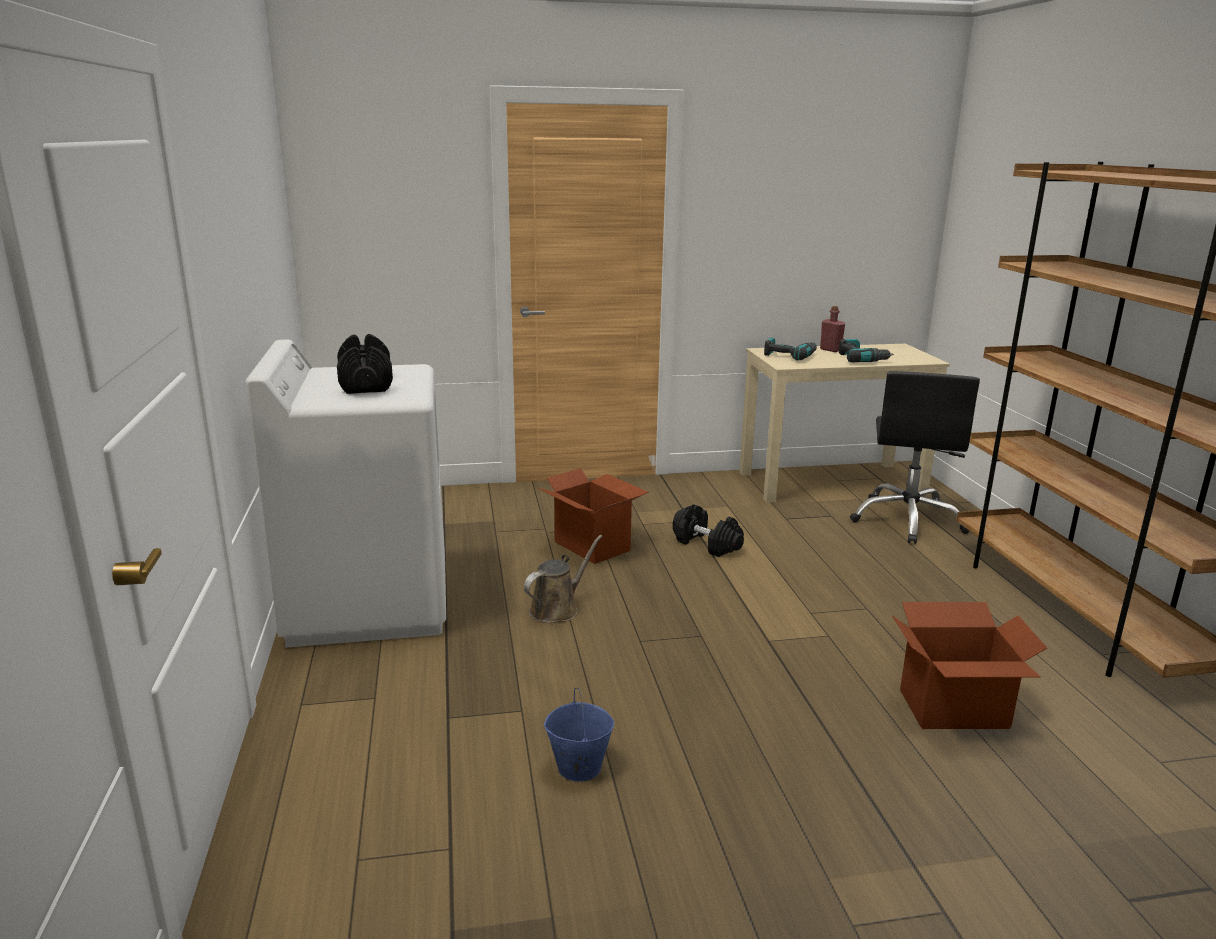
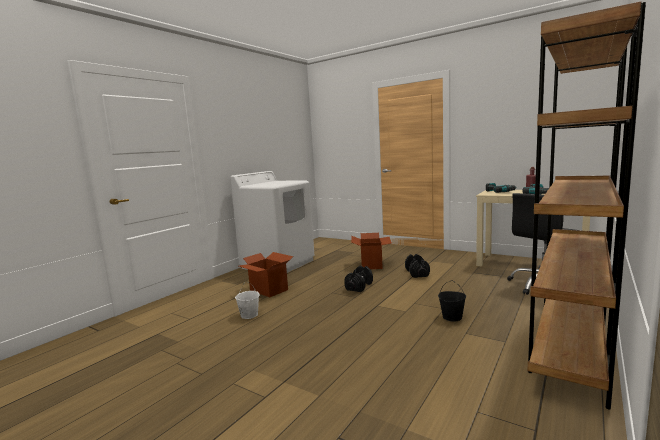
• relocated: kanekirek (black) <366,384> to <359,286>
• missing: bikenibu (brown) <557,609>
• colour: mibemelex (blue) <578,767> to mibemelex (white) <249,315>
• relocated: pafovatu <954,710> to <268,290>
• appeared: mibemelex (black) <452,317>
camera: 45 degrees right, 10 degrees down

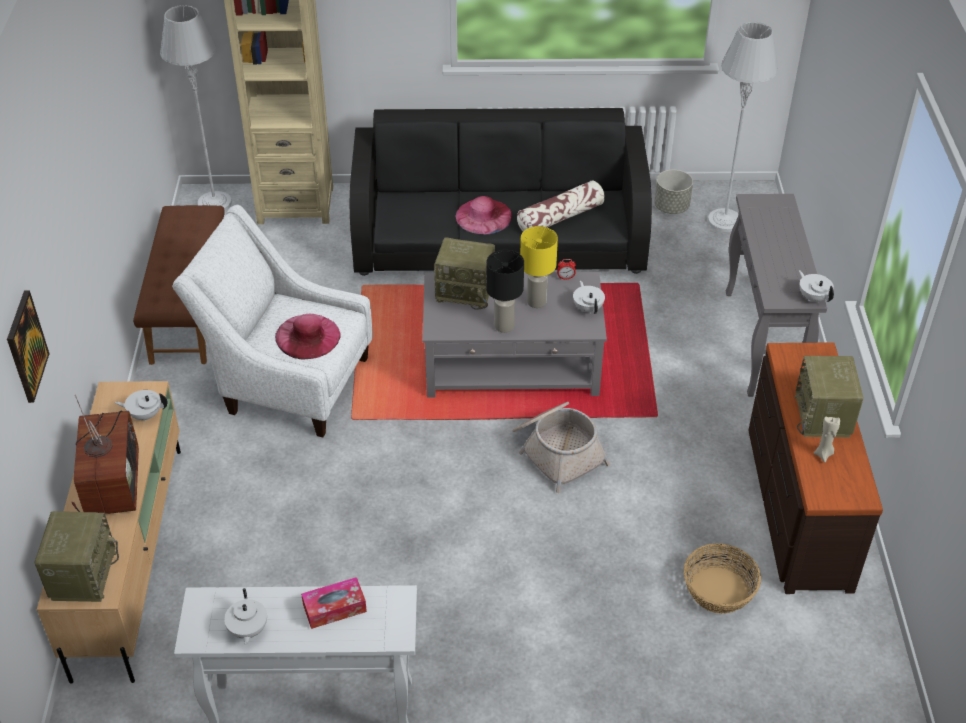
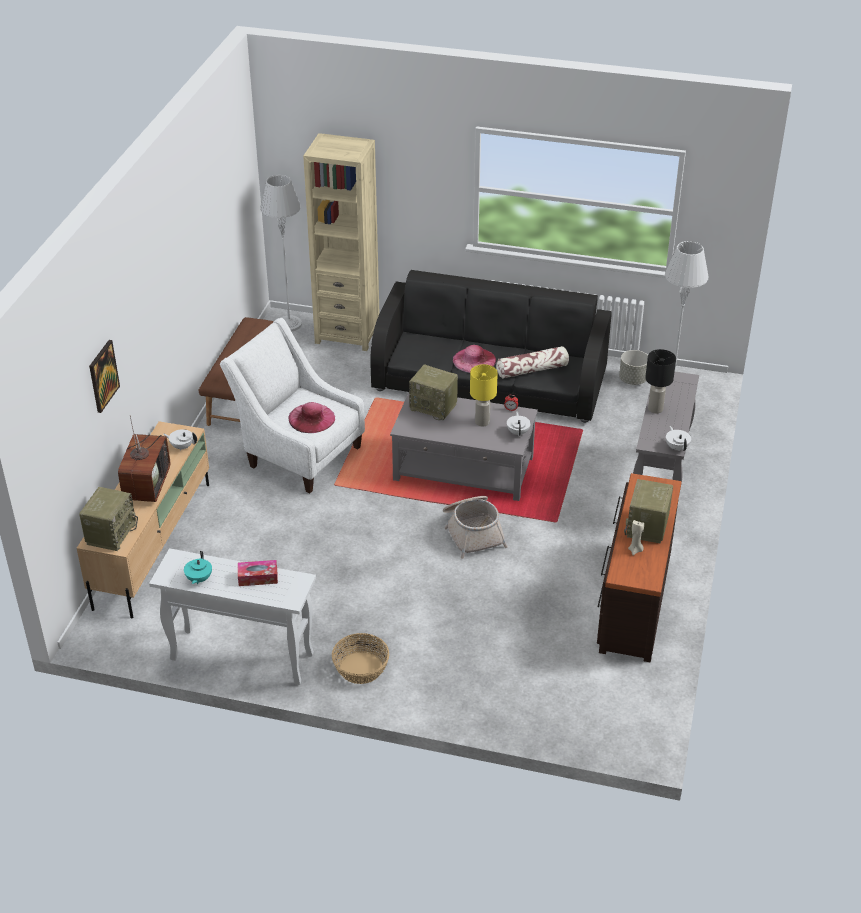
• colour: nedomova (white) <247,630> to nedomova (turquoise) <198,579>
• relocated: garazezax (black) <504,326> to <655,409>
• relocated: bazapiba <718,590> to <360,668>
camera: 15 degrees right, 5 degrees down

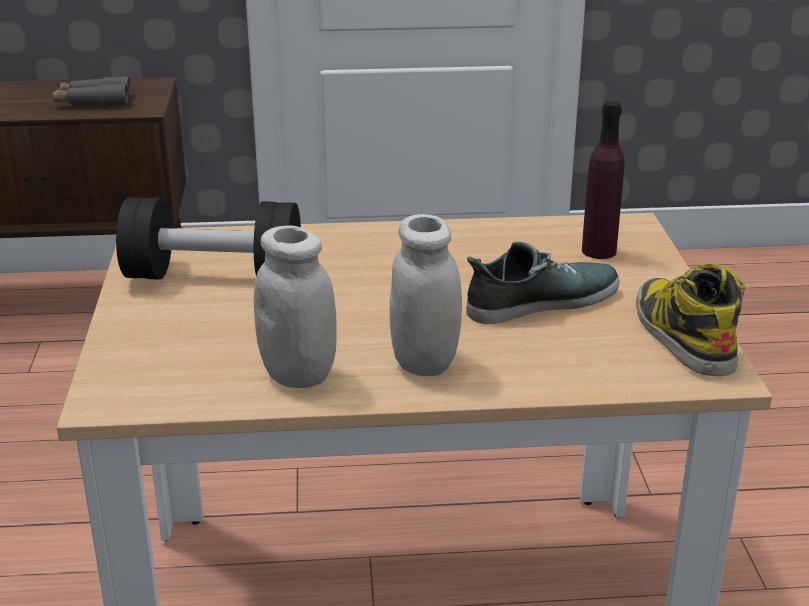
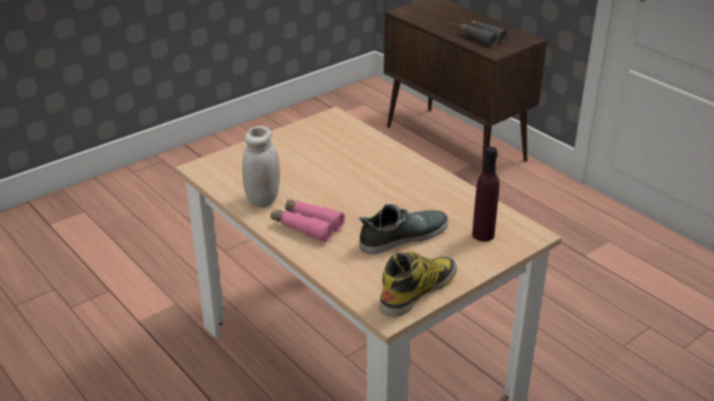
• missing: kanekirek (black) <214,276>
• exchanged: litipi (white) <424,362> to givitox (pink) <307,226>
• spun: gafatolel <541,301> = <402,236> 60 degrees counterclockwise
camera: 55 degrees right, 5 degrees up

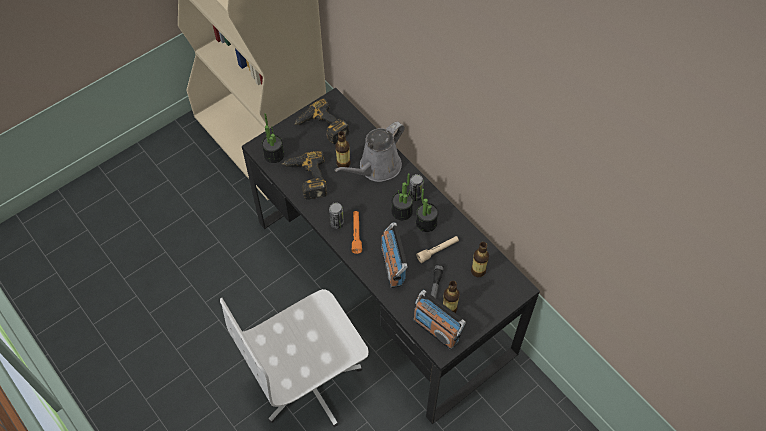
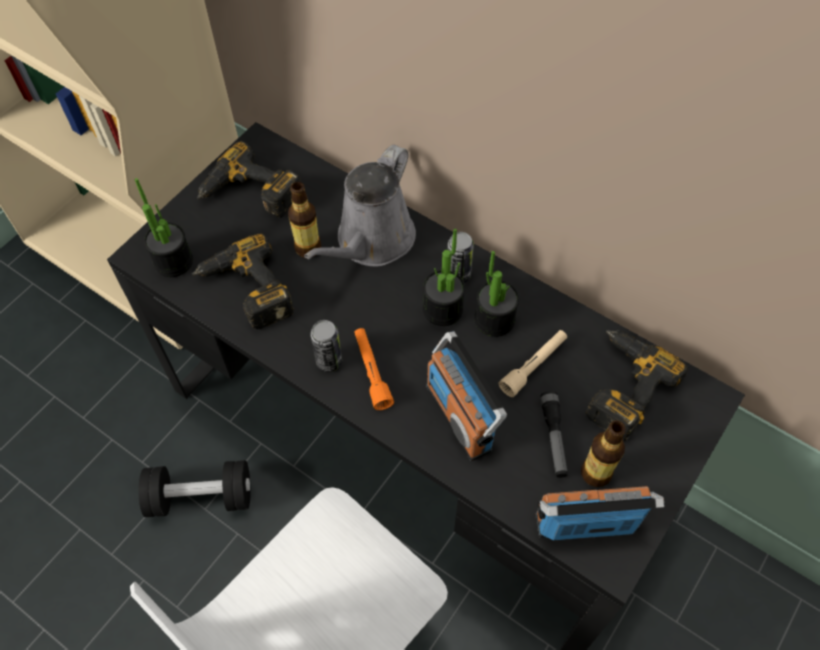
• spun: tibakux <436,330> = <587,523> 150 degrees clockwise
• exchanged: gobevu <478,271> to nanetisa <621,385>
• appeared: kanekirek (black) <201,497>
camera: 15 degrees left, 0 degrees up

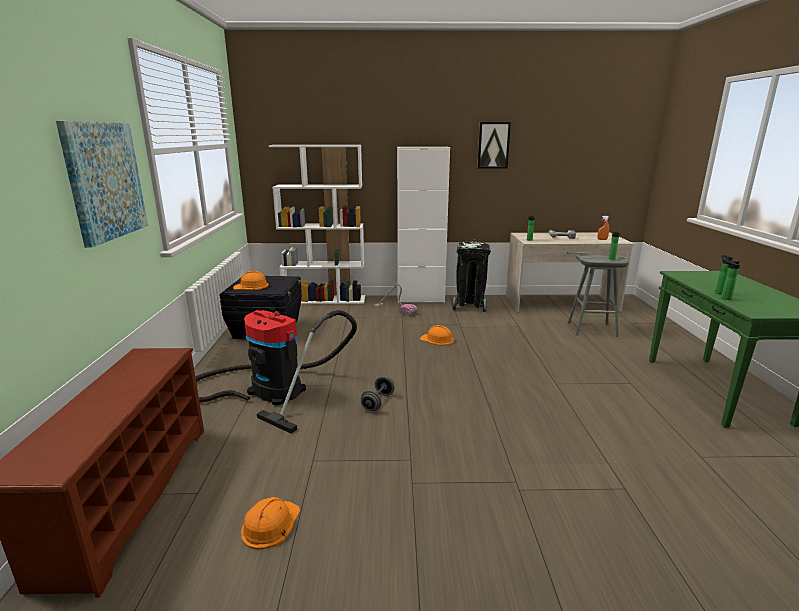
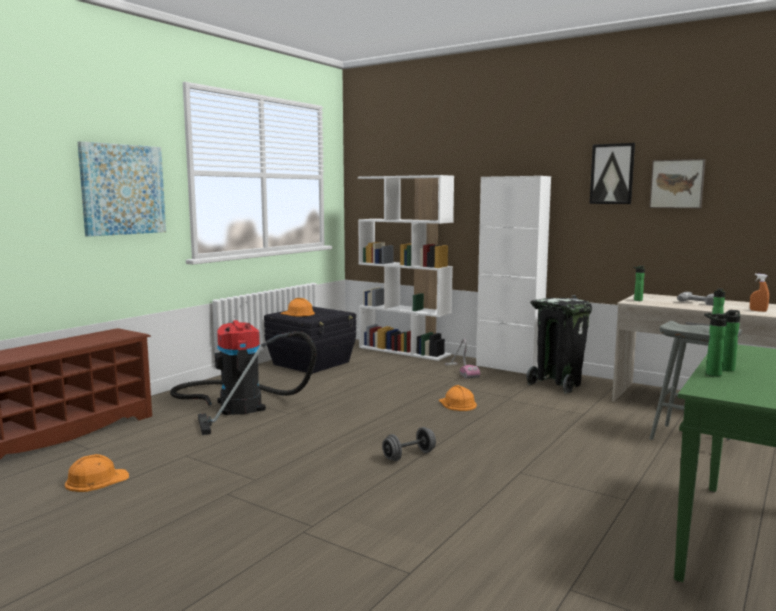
• relocated: kanekirek (grey) <378,402> to <409,456>
• appeared: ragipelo <677,184>
camera: 35 degrees right, 10 degrees down

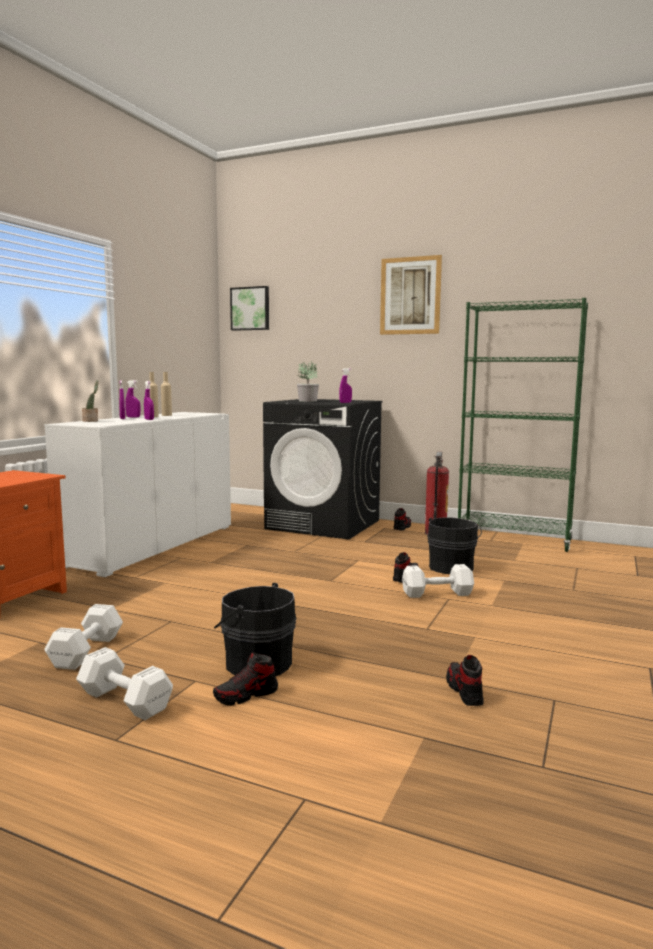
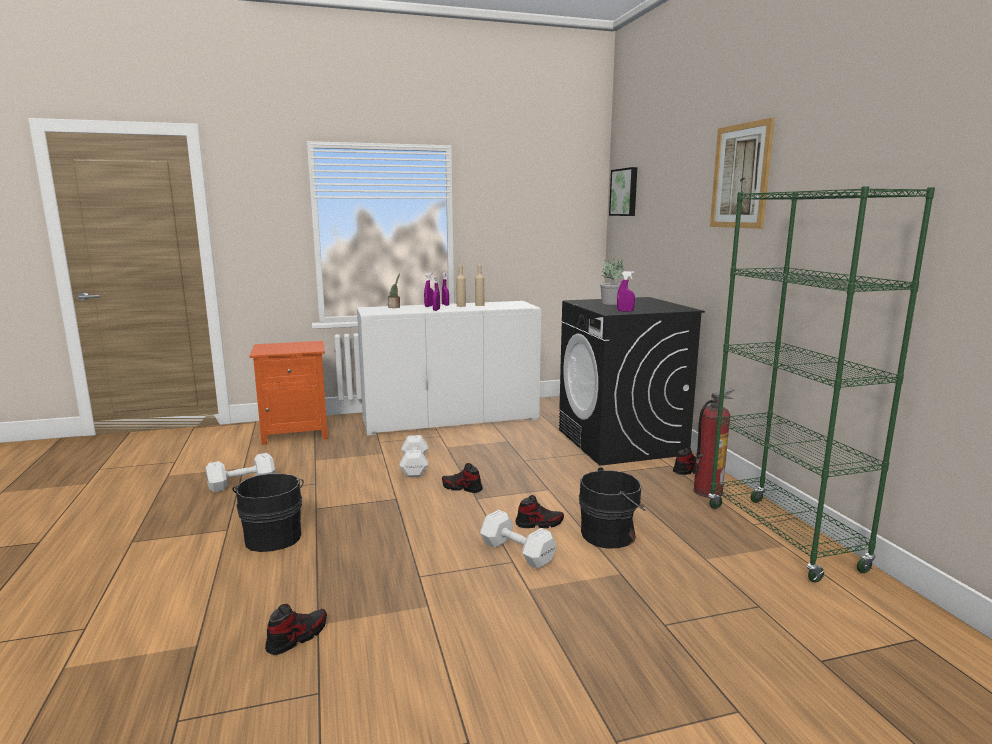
• relocated: kanekirek (white) <125,702> to <414,467>
• relocated: gafatolel <246,695> to <462,488>
camera: 50 degrees right, 5 degrees up

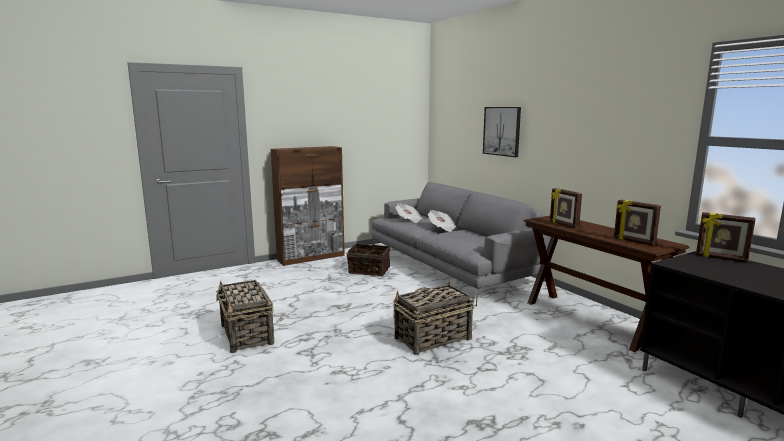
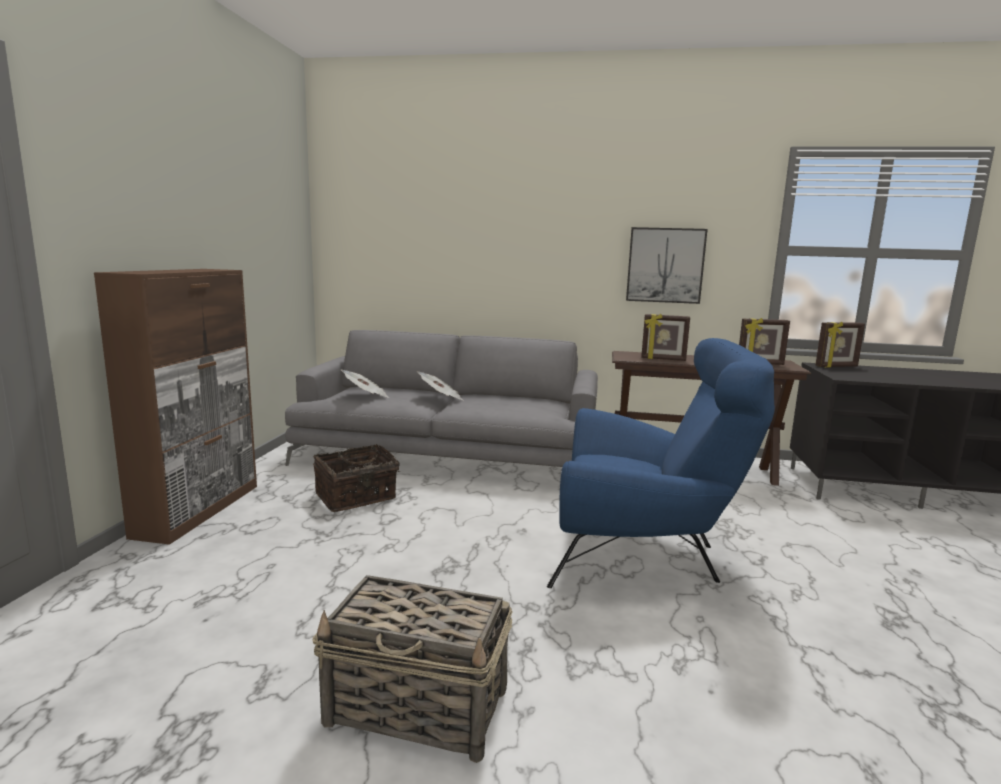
• exchanged: bazapiba <432,338> to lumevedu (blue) <646,554>
• relocated: ragipelo <502,131> to <665,265>
camera: 50 degrees left, 0 degrees up

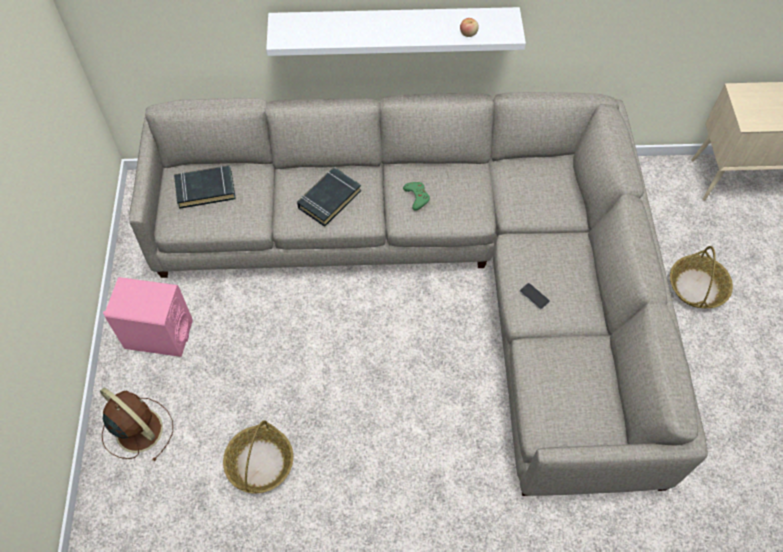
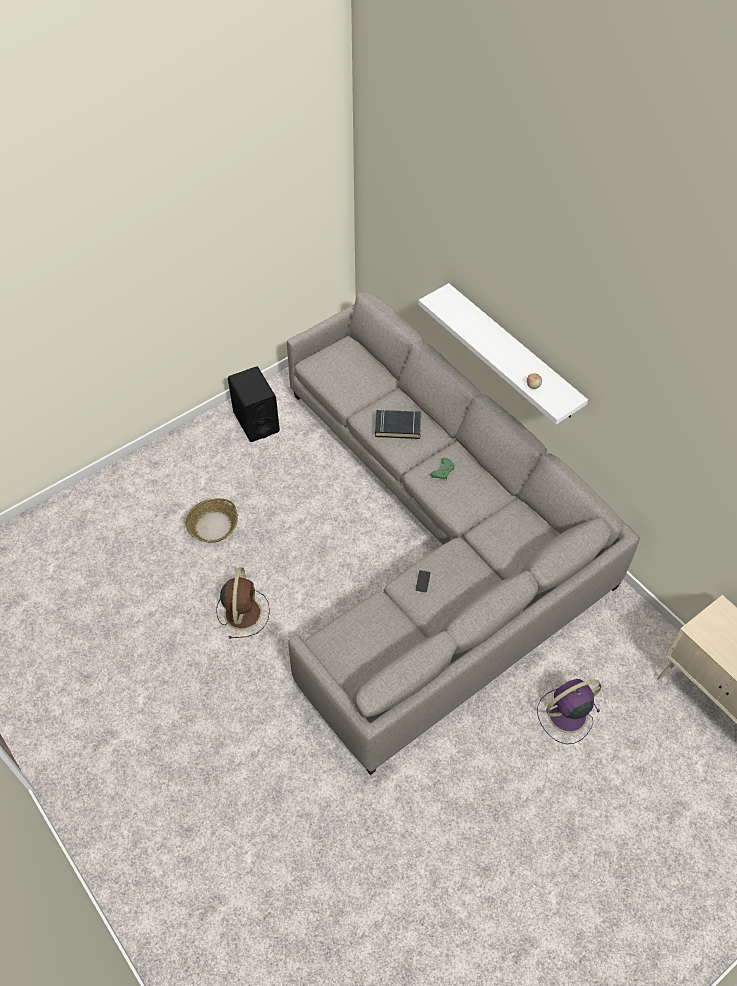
• relocated: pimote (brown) <137,429> to <243,611>
• colour: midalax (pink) <158,334> to midalax (black) <256,422>
• missing: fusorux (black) <205,189>
• exchanged: bazapiba <697,287> to pimote (purple) <565,715>
camera: 55 degrees right, 5 degrees down

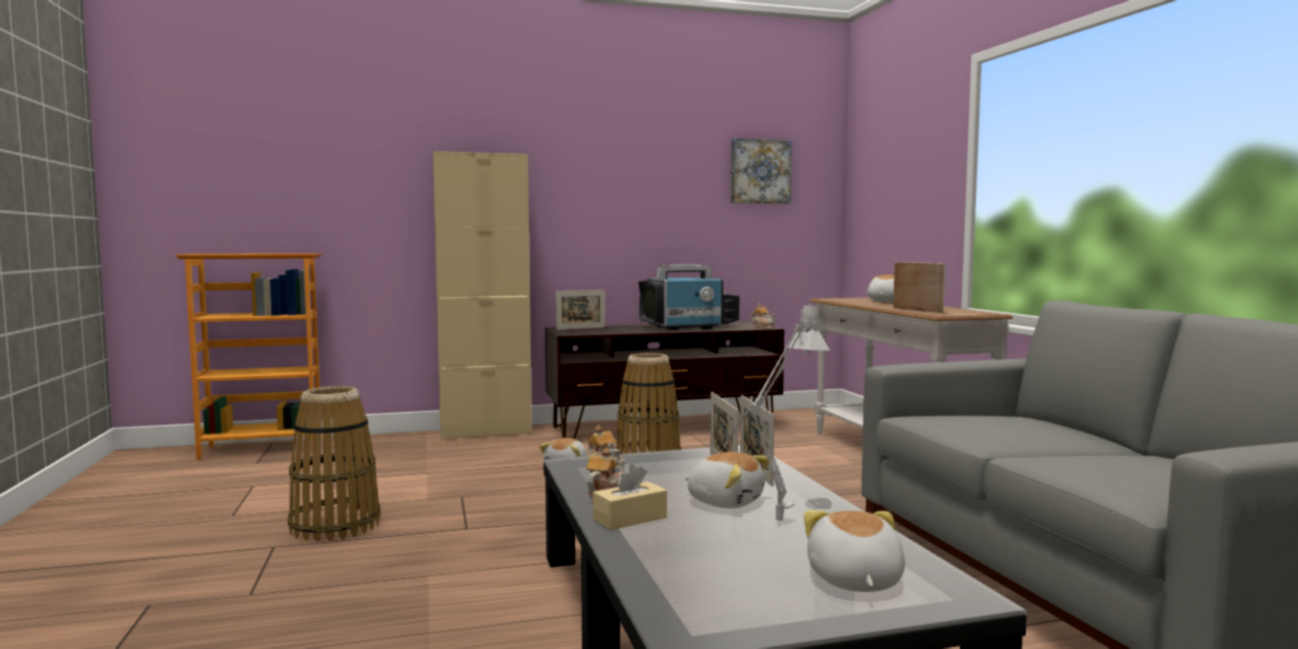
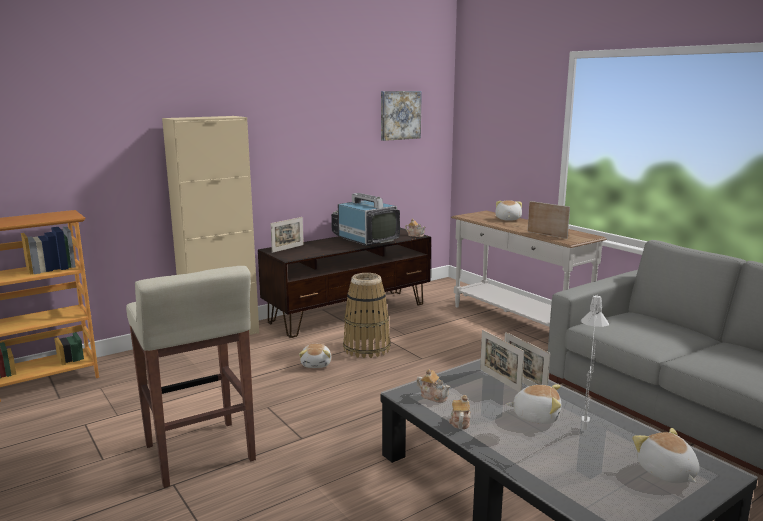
• exchanged: bazapiba <335,525> to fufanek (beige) <200,454>
• missing: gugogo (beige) <630,519>
• spun: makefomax <689,327> = <364,239> 90 degrees counterclockwise
camera: 20 degrees left, 10 degrees up

